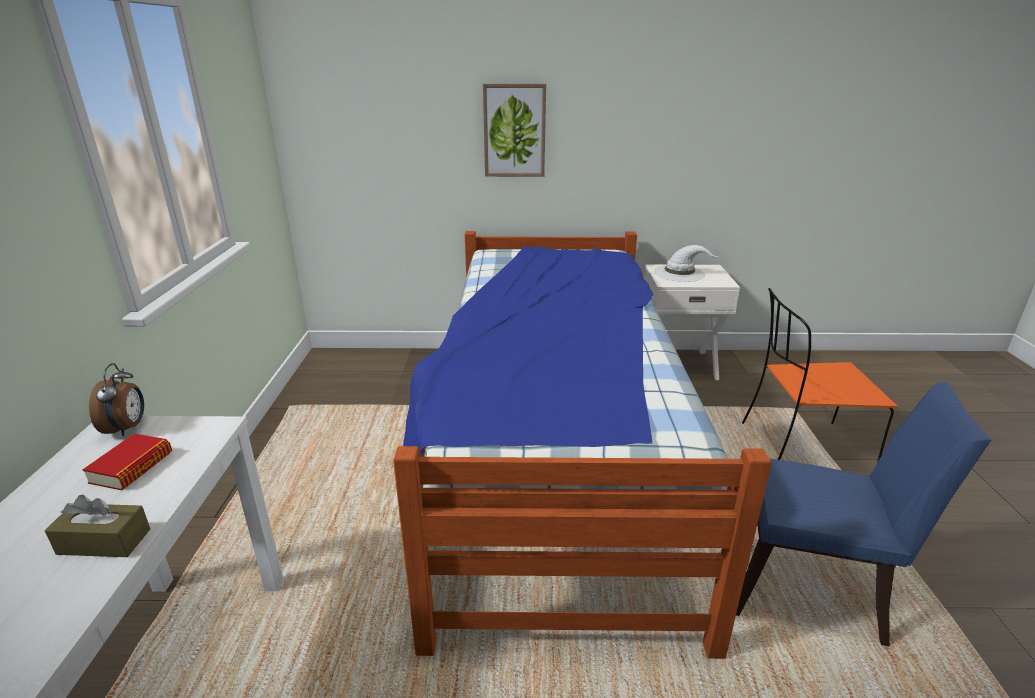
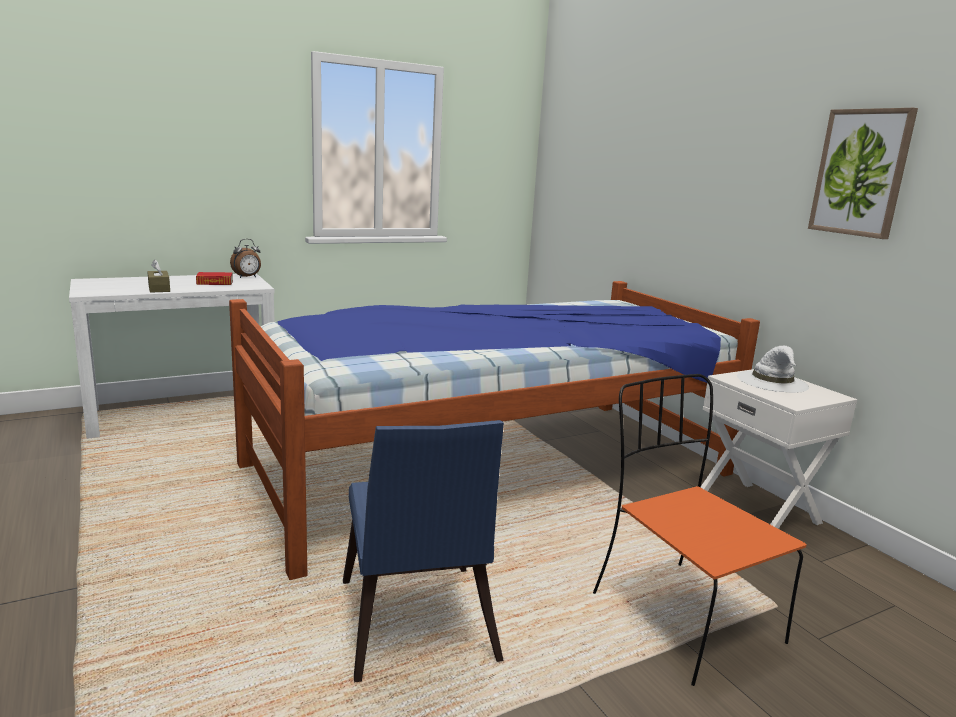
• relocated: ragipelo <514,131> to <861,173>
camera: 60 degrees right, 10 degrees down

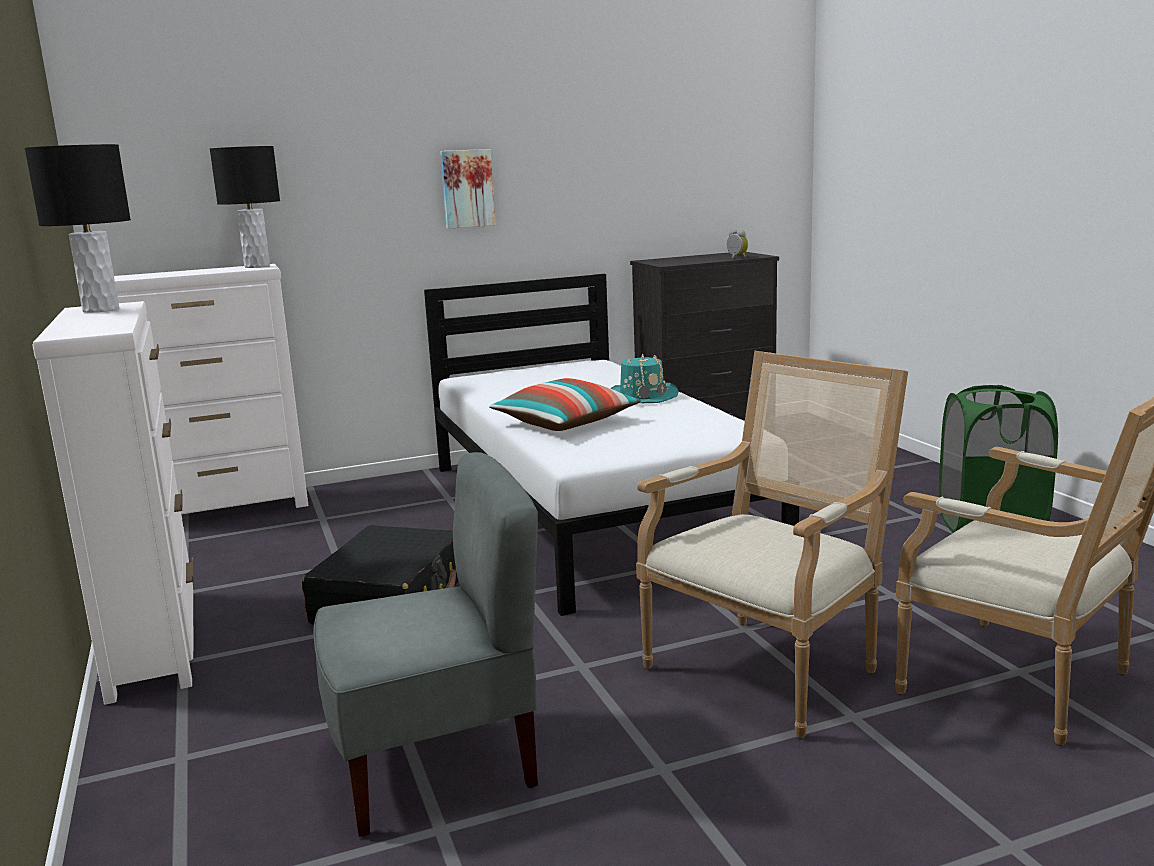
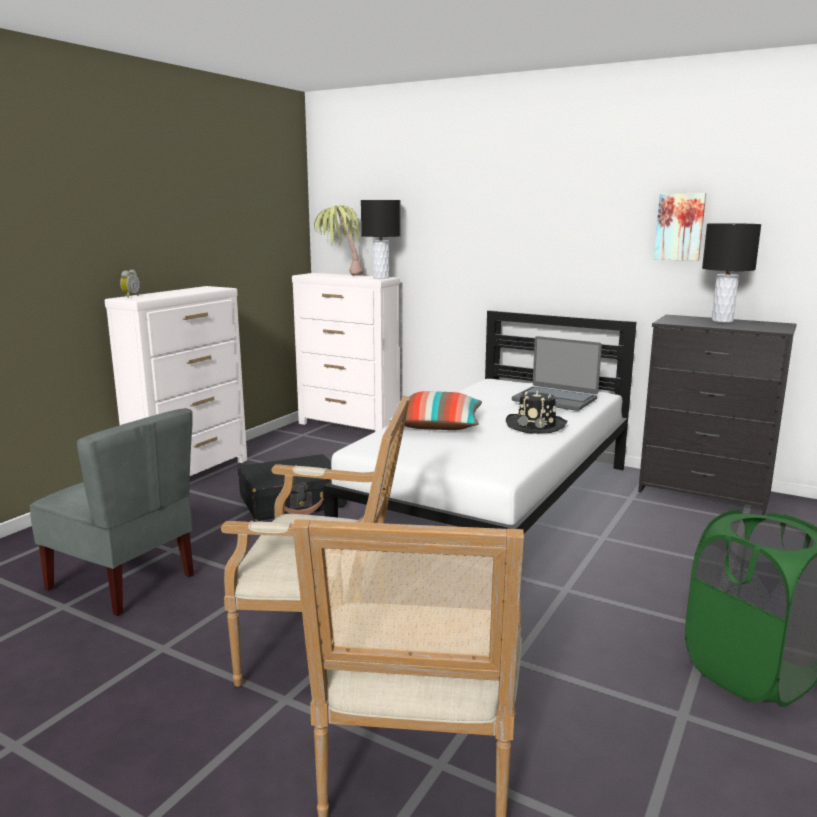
• relocated: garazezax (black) <101,310> to <722,320>
• relocated: ragipelo <467,188> to <680,226>
• colour: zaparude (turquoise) <642,395> to zaparude (black) <536,425>
• relocated: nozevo <736,258> to <130,296>
• appeared: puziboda <340,276>
• appeared: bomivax <555,399>
camera: 50 degrees right, 0 degrees up

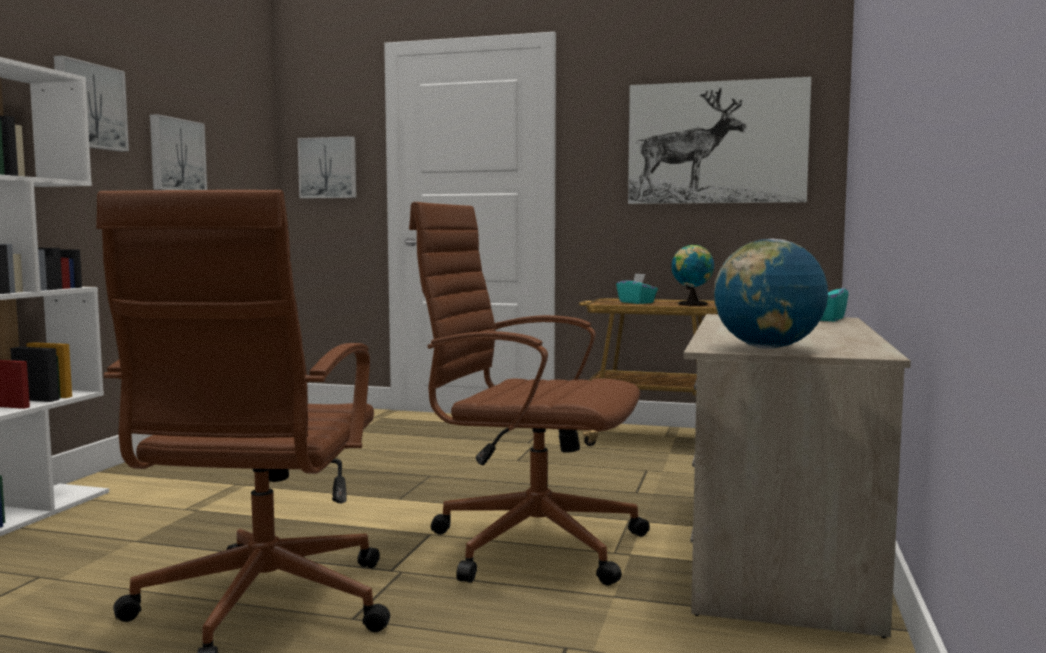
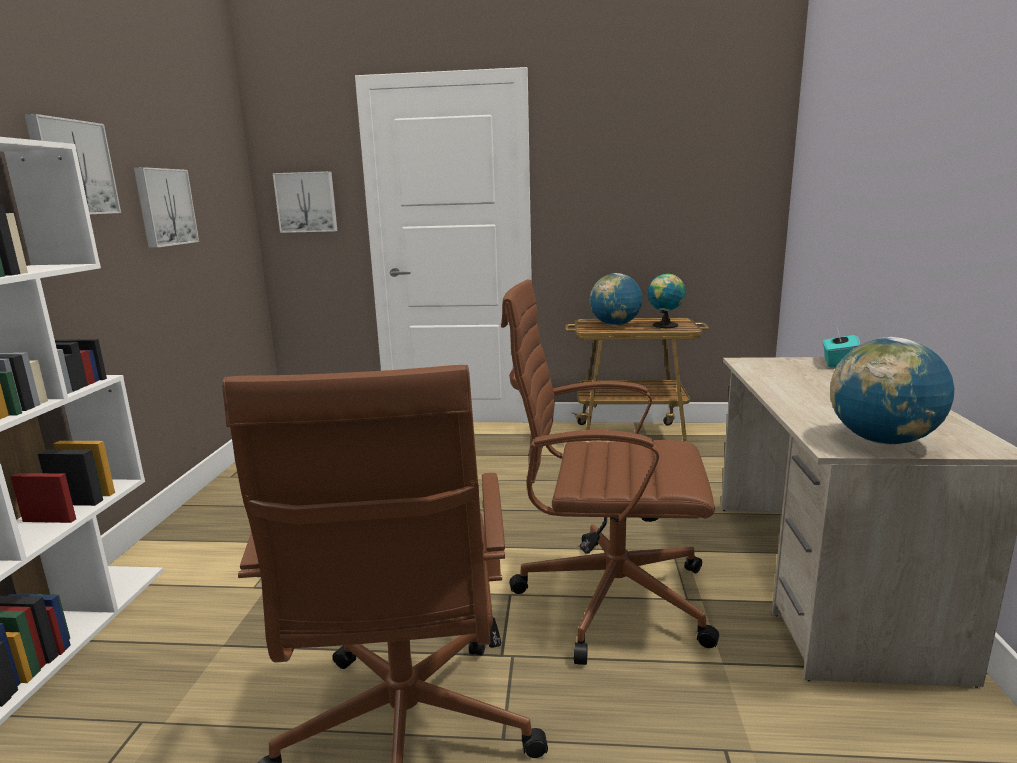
• exchanged: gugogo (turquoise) <636,302> to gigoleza <615,325>
• missing: ragipelo <716,143>
camera: 10 degrees left, 10 degrees up

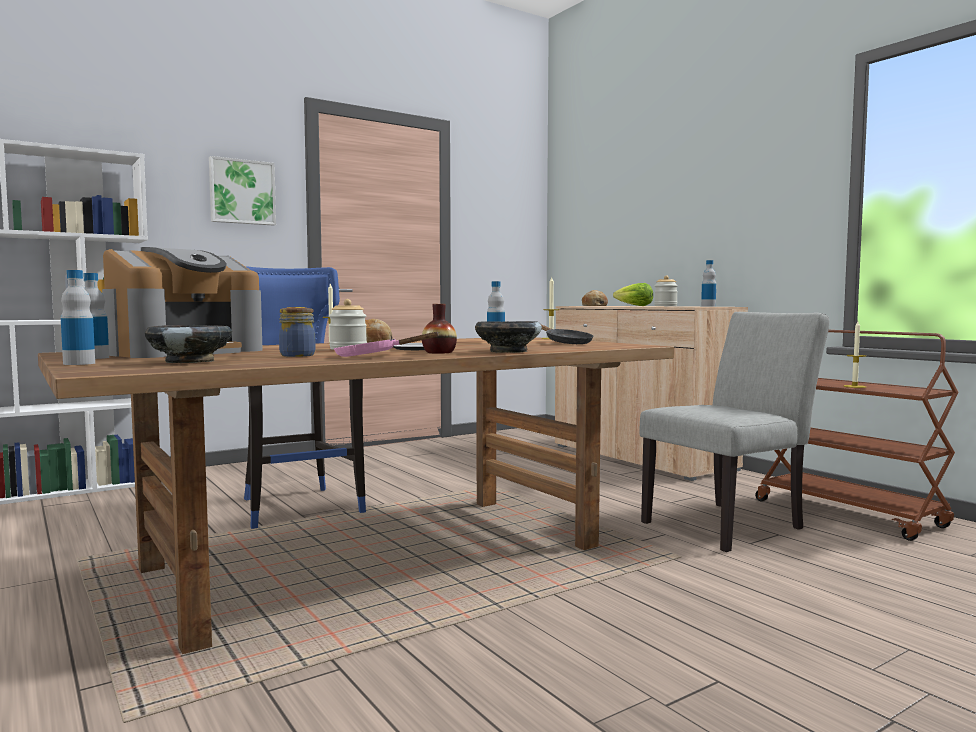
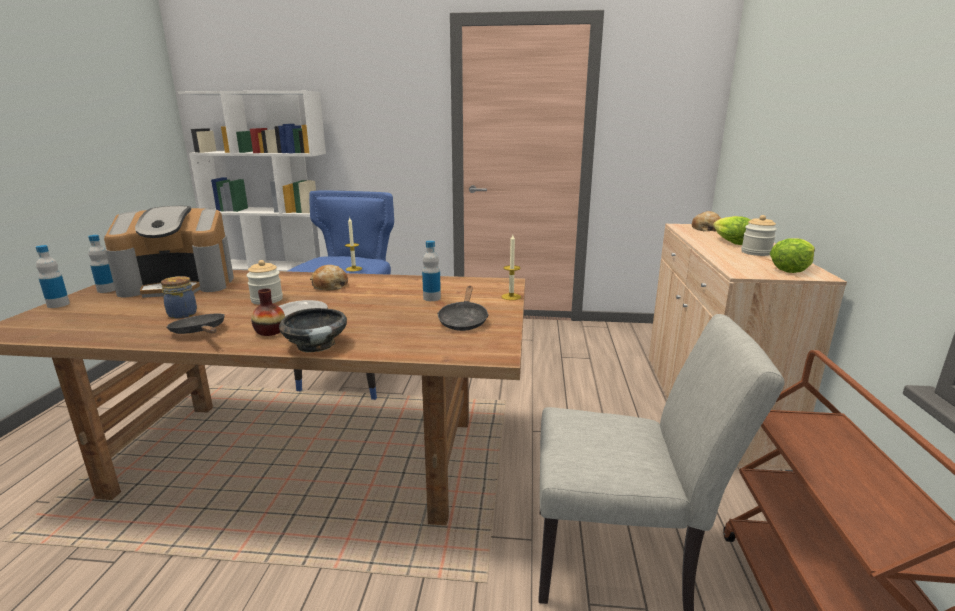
• missing: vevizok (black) <191,362>
• missing: ragipelo <242,192>
• colour: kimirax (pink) <373,356> to kimirax (black) <200,332>
• exchanged: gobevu <708,306> to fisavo <791,269>
• missing: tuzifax <854,386>
camera: 40 degrees right, 15 degrees up

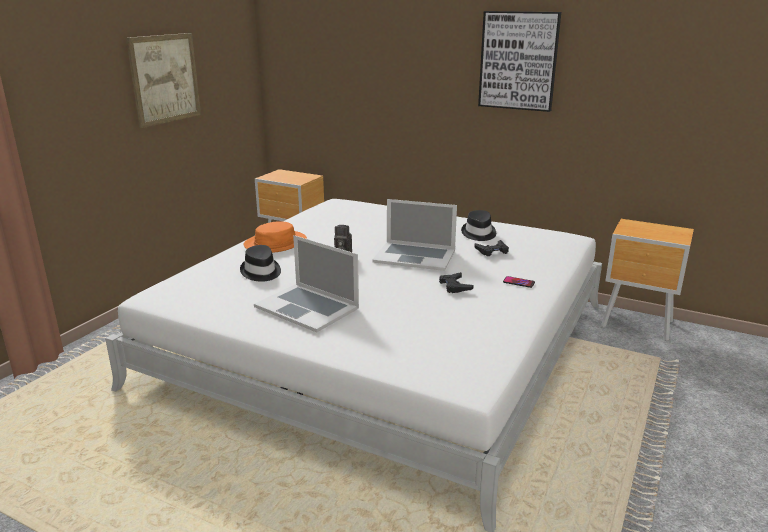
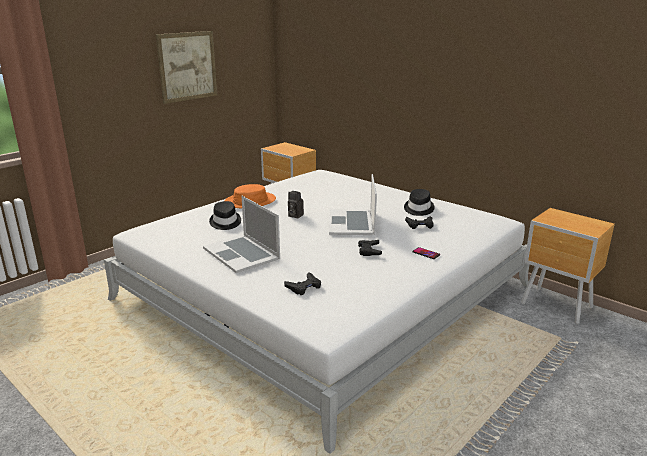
• spun: bomivax <414,256> = <352,222> 60 degrees clockwise
• missing: ragipelo <518,61>
• appeared: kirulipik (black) <304,287>
camera: 15 degrees right, 0 degrees up

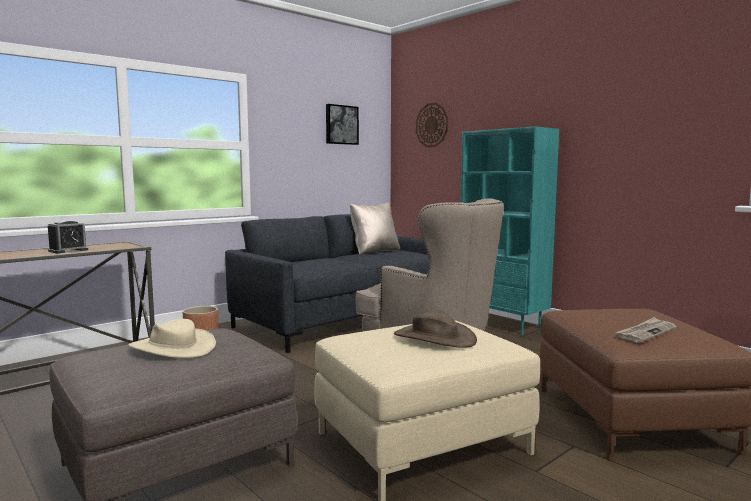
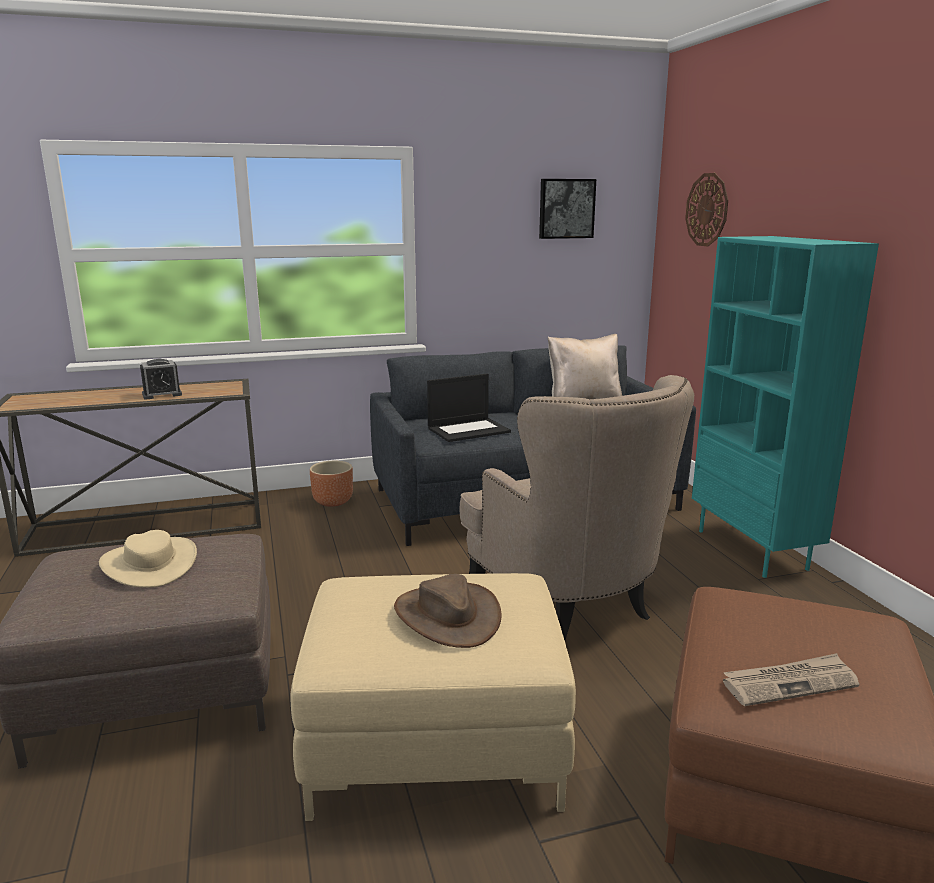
• appeared: bomivax <469,430>
camera: 25 degrees right, 10 degrees up

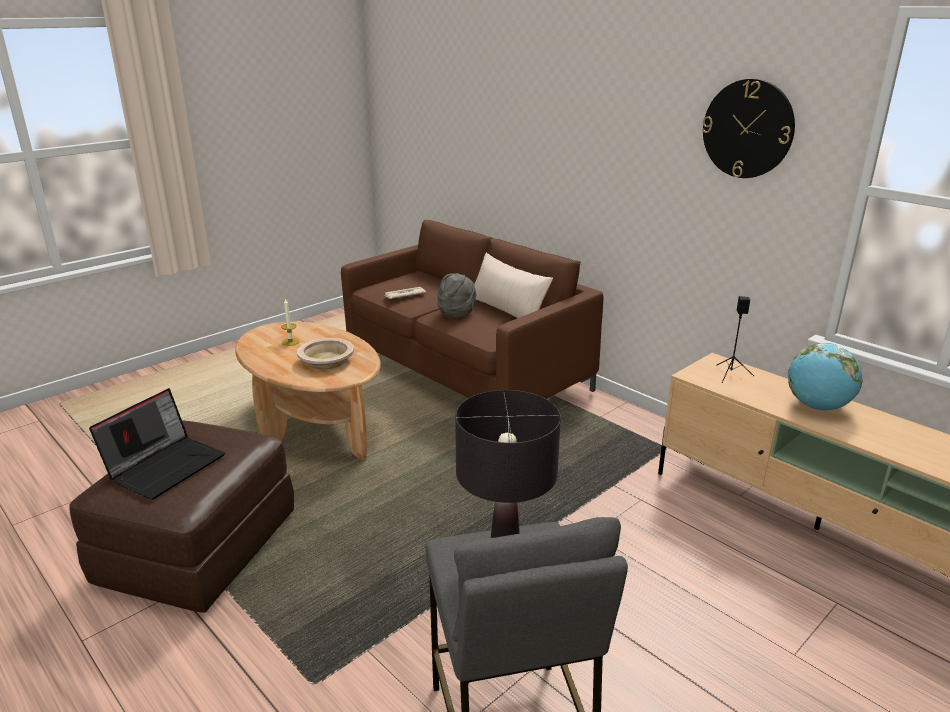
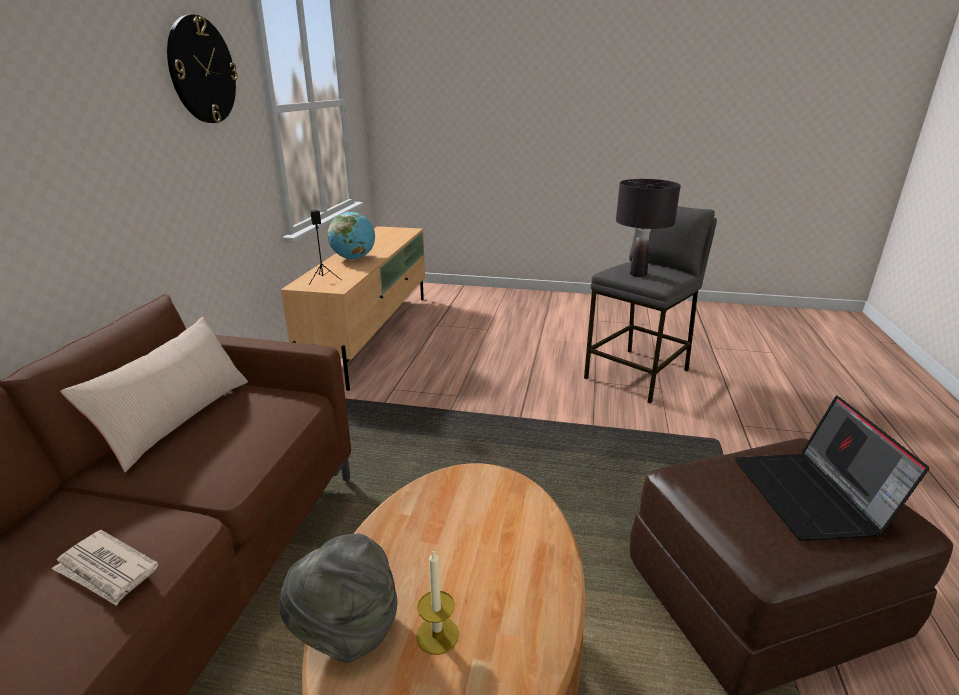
• spun: bomivax <166,465> = <812,497> 90 degrees counterclockwise
• missing: vevizok (beige) <326,361>
• relocated: zaparude (grey) <457,312> to <346,630>
camera: 125 degrees left, 0 degrees up

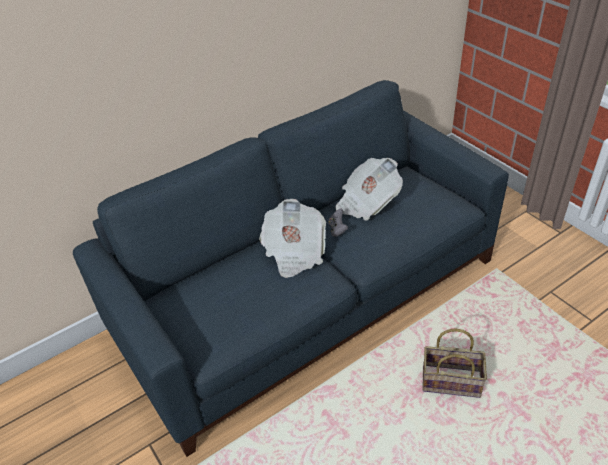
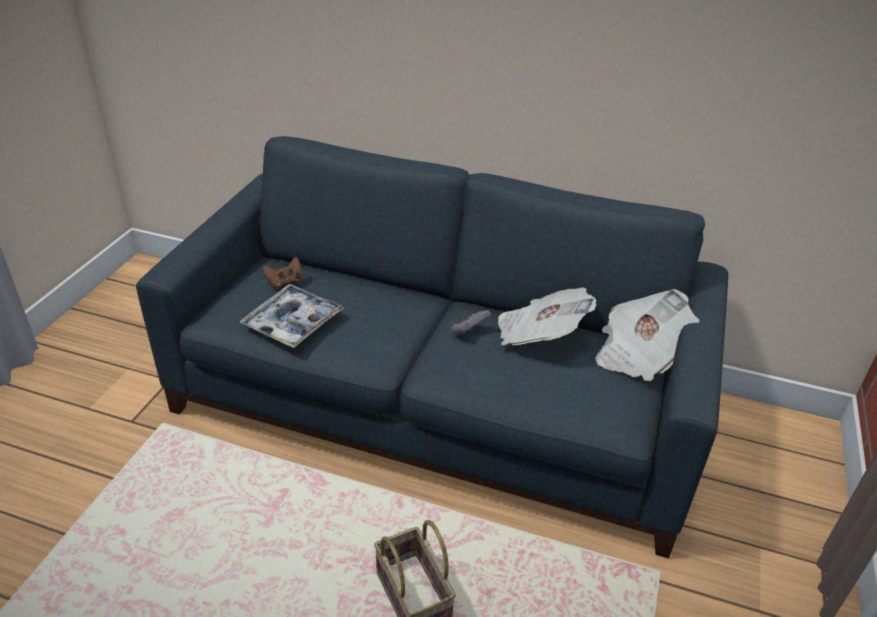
• relocated: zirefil <294,252> to <639,353>
• appeared: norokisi <293,323>
• appeared: kirulipik (brown) <284,282>
camera: 50 degrees right, 5 degrees down

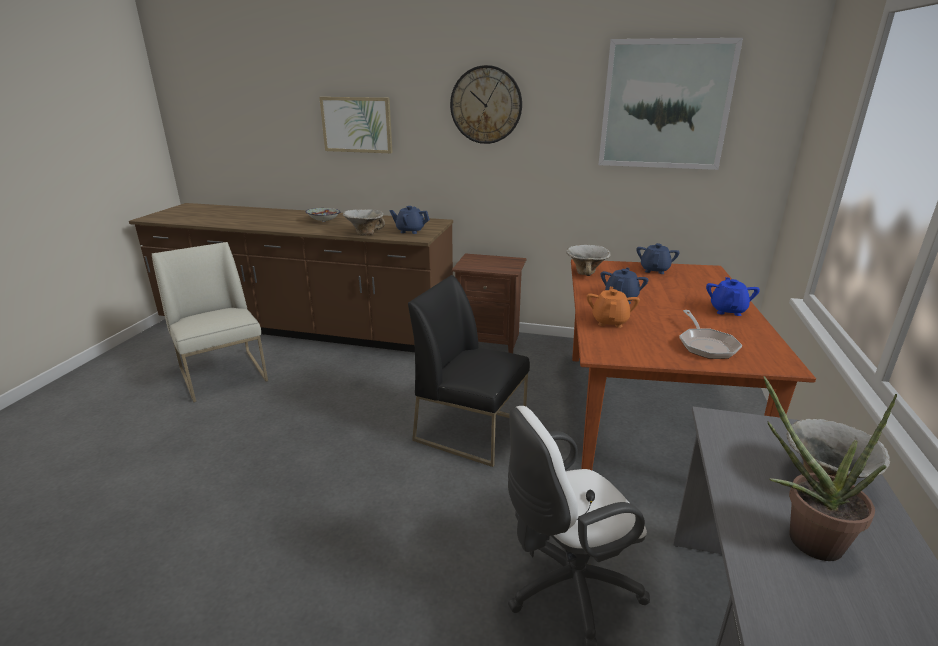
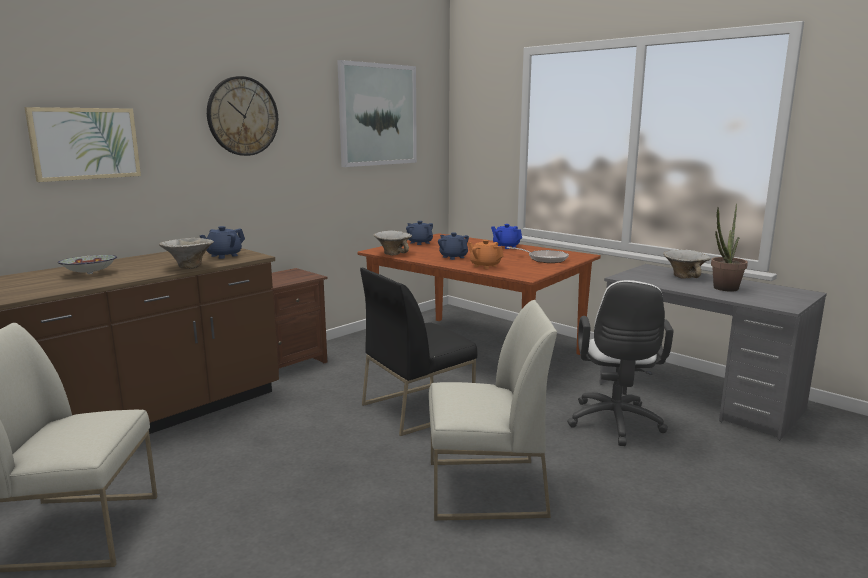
• appeared: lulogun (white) <485,489>
camera: 60 degrees left, 10 degrees down

